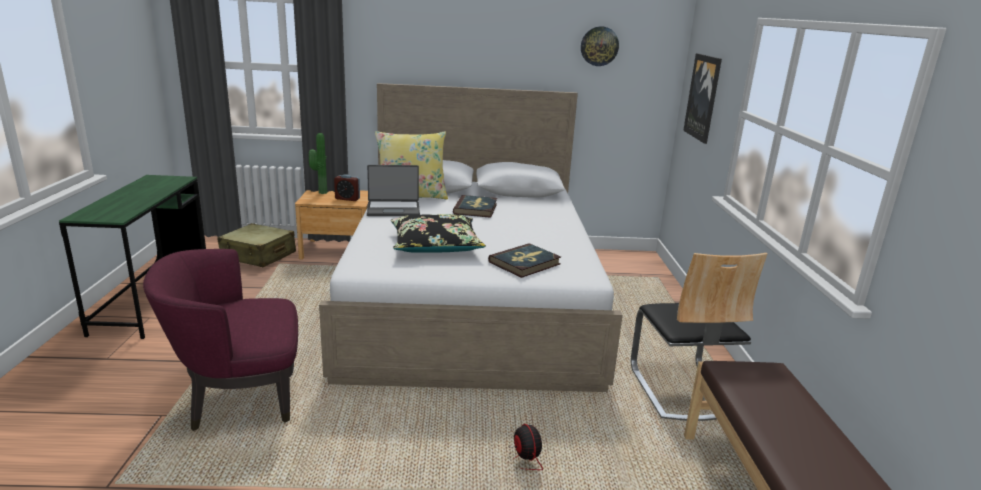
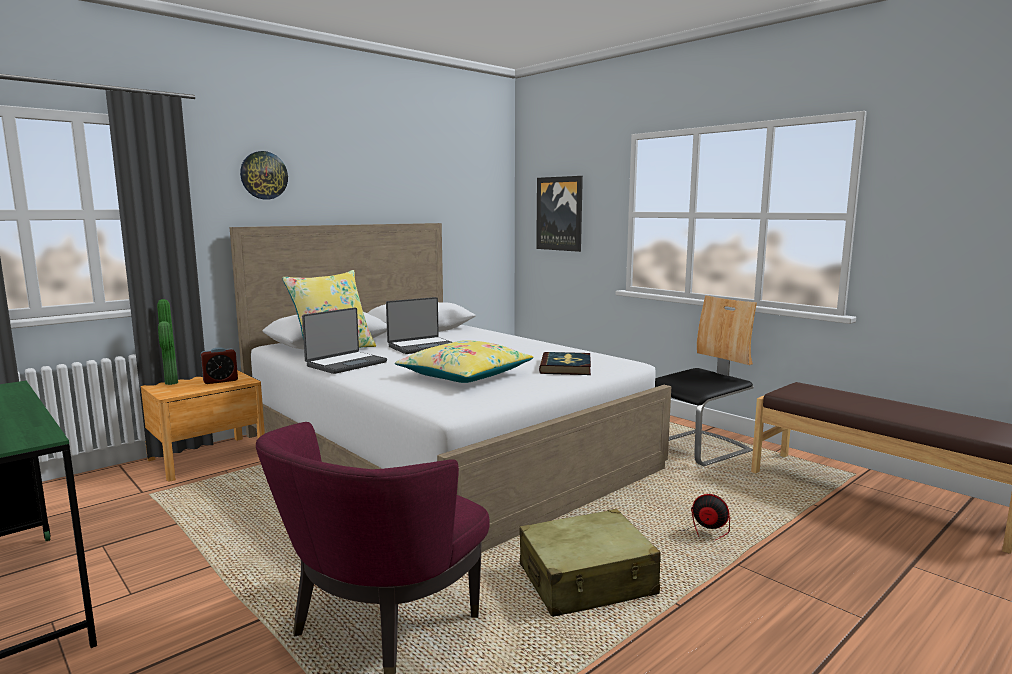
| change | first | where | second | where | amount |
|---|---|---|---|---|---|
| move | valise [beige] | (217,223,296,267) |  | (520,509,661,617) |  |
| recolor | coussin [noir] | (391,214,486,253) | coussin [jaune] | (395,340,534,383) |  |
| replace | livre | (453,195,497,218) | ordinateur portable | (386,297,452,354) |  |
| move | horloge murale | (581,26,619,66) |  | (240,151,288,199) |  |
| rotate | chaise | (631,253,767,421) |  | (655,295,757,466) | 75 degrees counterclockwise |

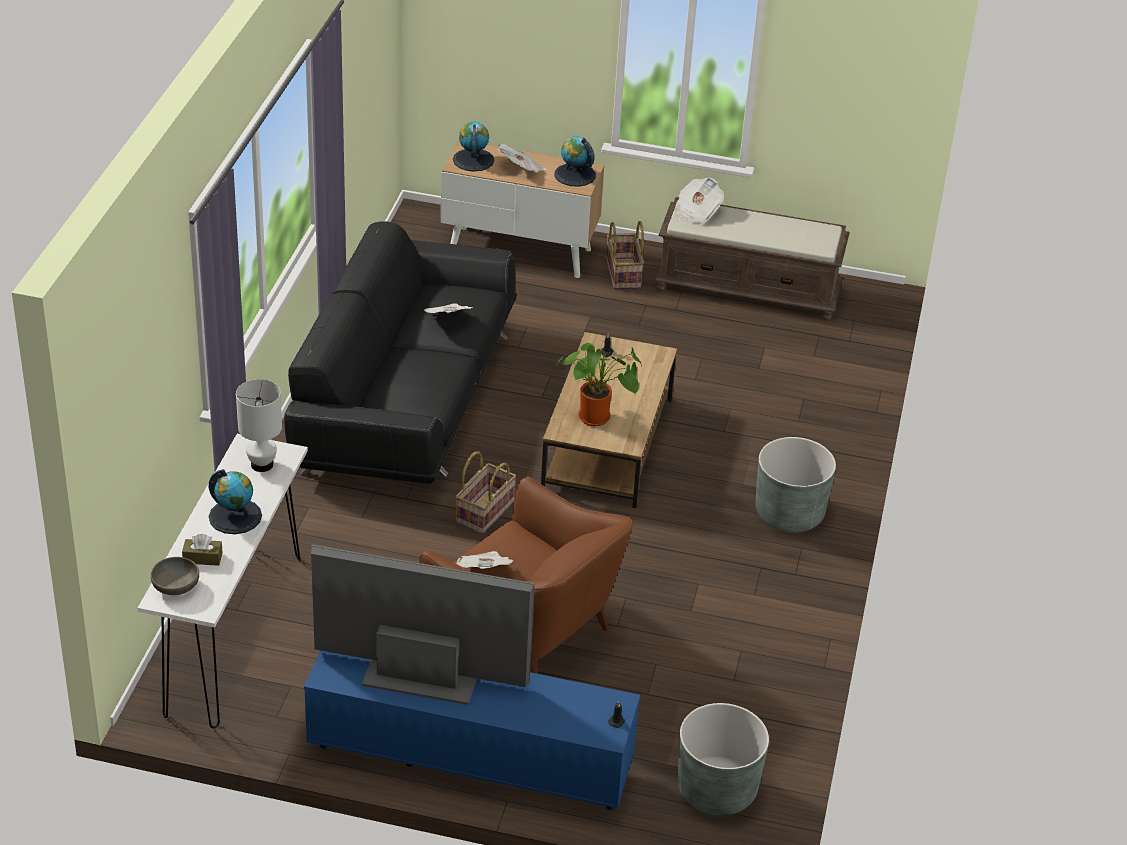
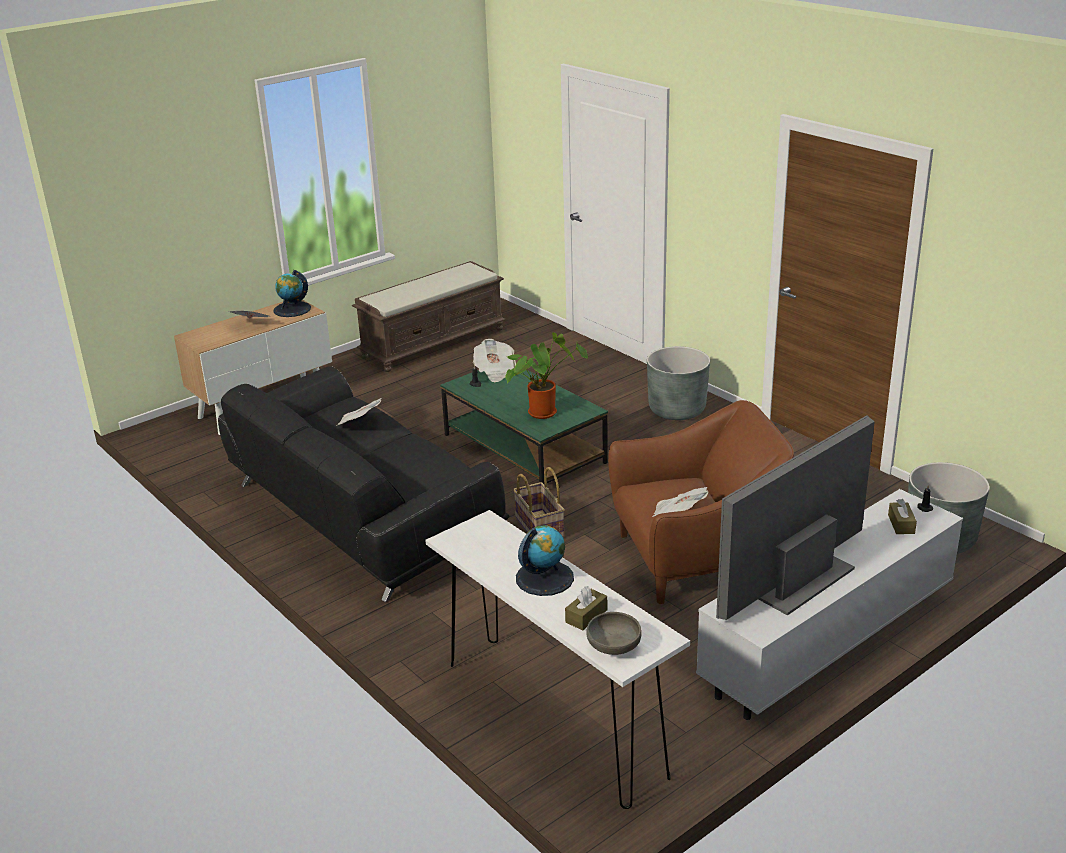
| change | first | where | second | where | amount |
|---|---|---|---|---|---|
| delete | lampe de table [blanc] | (236,379,282,472) |  |  |  |
| recolor | meuble télé [bleu] | (304,651,640,810) | meuble télé [blanc] | (696,489,963,720) |  |
| delete | globe | (453,122,494,172) |  |  |  |
| recolor | table basse [marron] | (541,332,677,508) | table basse [vert] | (440,370,608,485) |  |
| delete | panier | (606,221,644,289) |  |  |  |
| move | journal | (675,178,724,224) |  | (473,339,516,382) |  |
| insert |  |  | boîte à mouchoirs [marron] | (888,499,917,534) |  |

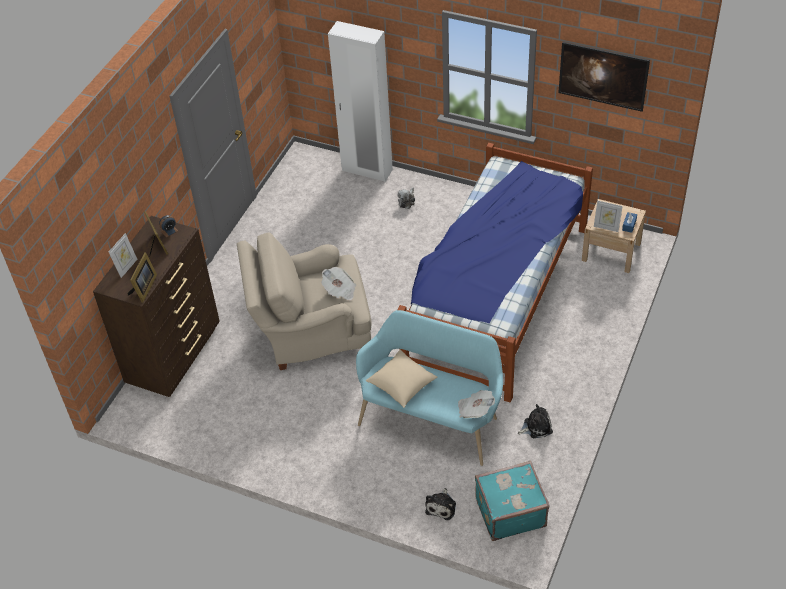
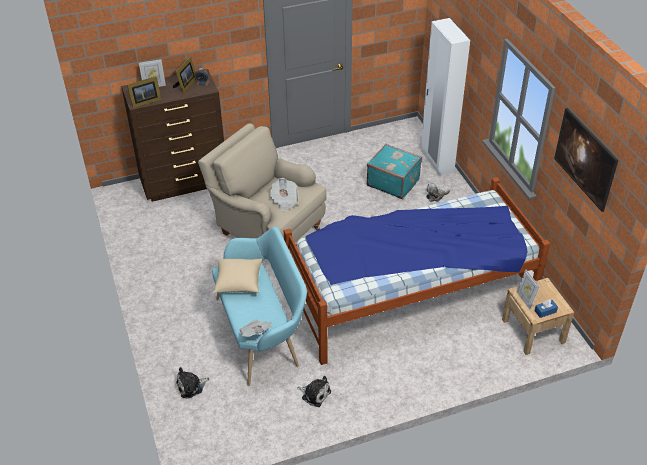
| change | first | where | second | where | amount |
|---|---|---|---|---|---|
| move | valise [turquoise] | (475,461,550,541) |  | (367,144,422,199) |  |

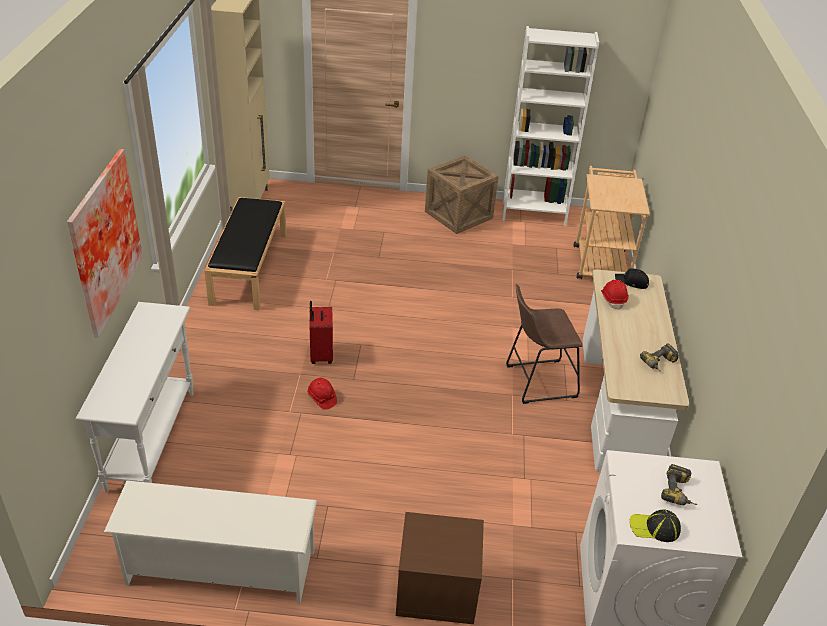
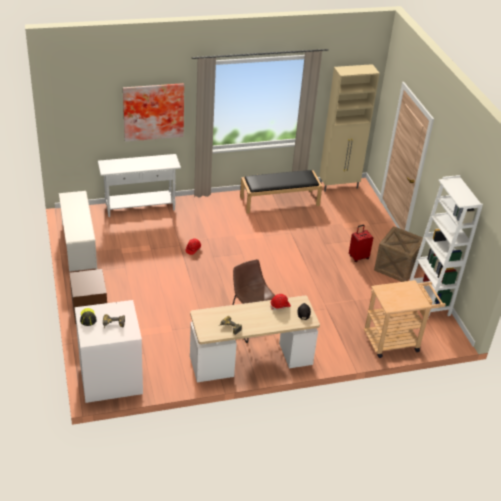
| change | first | where | second | where | amount |
|---|---|---|---|---|---|
| move | valise [rouge] | (309,301,333,364) |  | (349,225,373,262) |  |

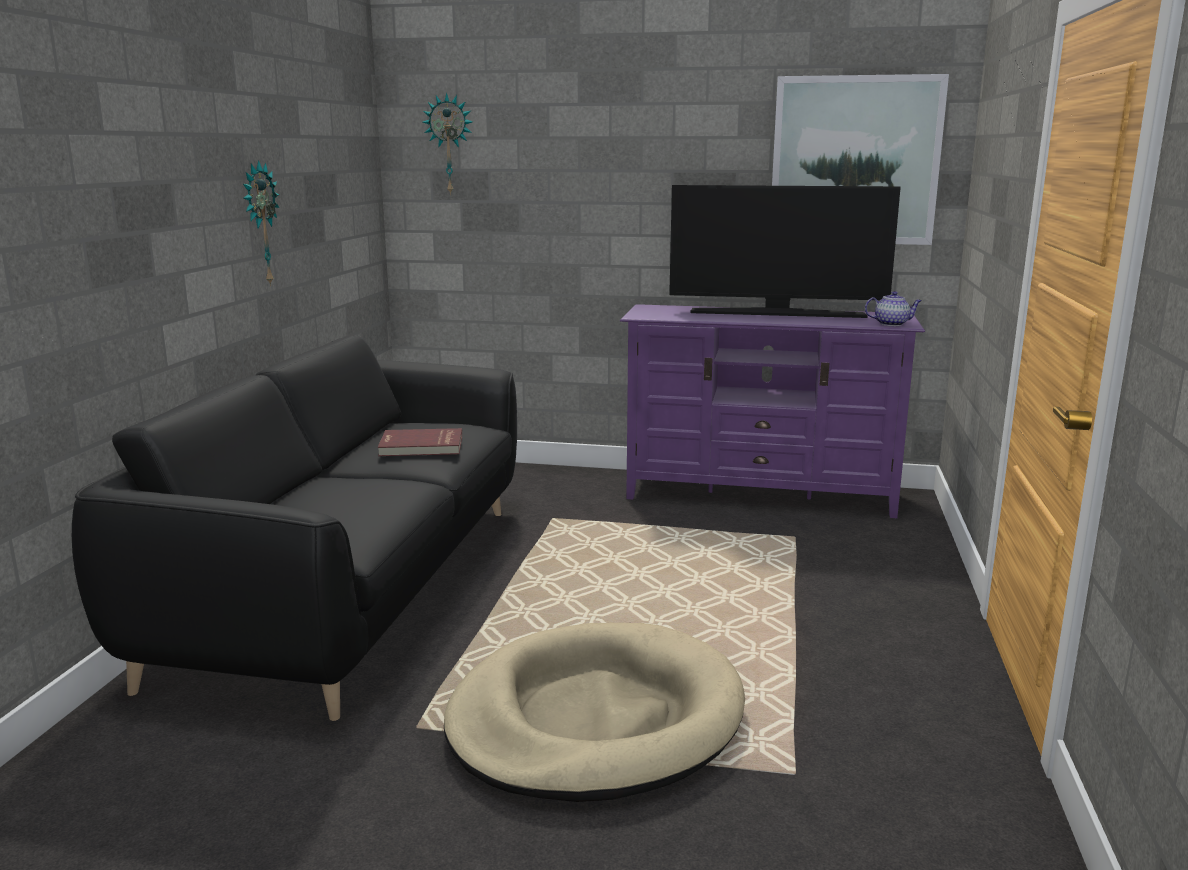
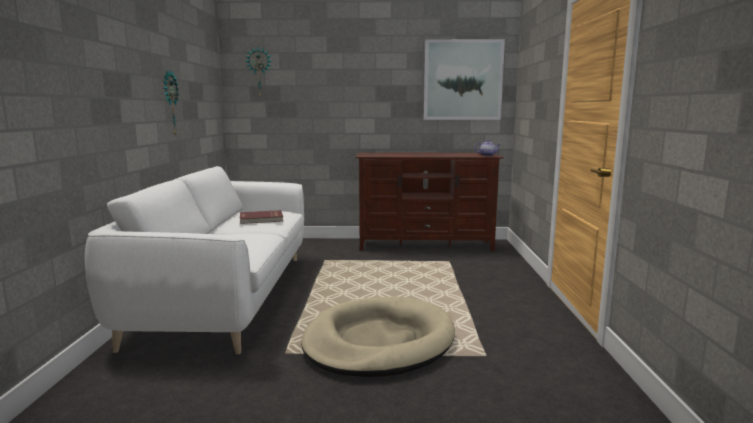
| change | first | where | second | where | amount |
|---|---|---|---|---|---|
| recolor | canapé [noir] | (72,335,517,721) | canapé [blanc] | (85,166,304,354) |  |
| recolor | meuble télé [violet] | (620,304,925,518) | meuble télé [marron] | (355,152,504,251) |  |
| delete | téléviseur | (669,185,901,318) |  |  |  |

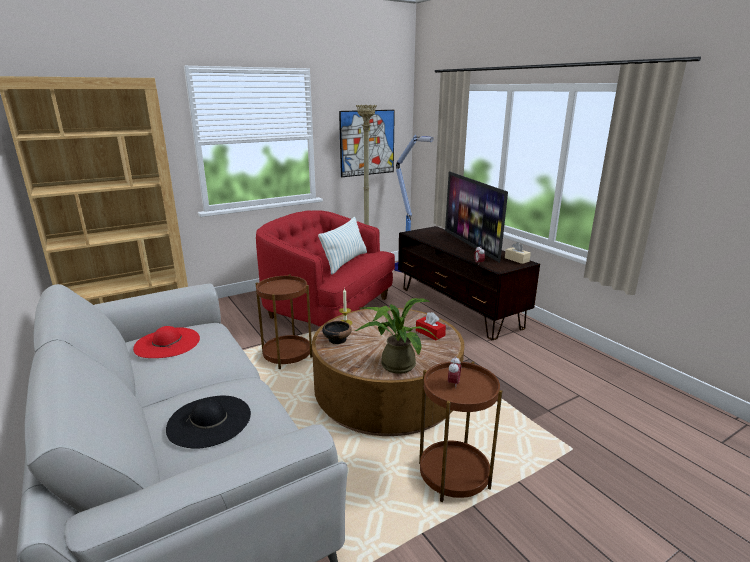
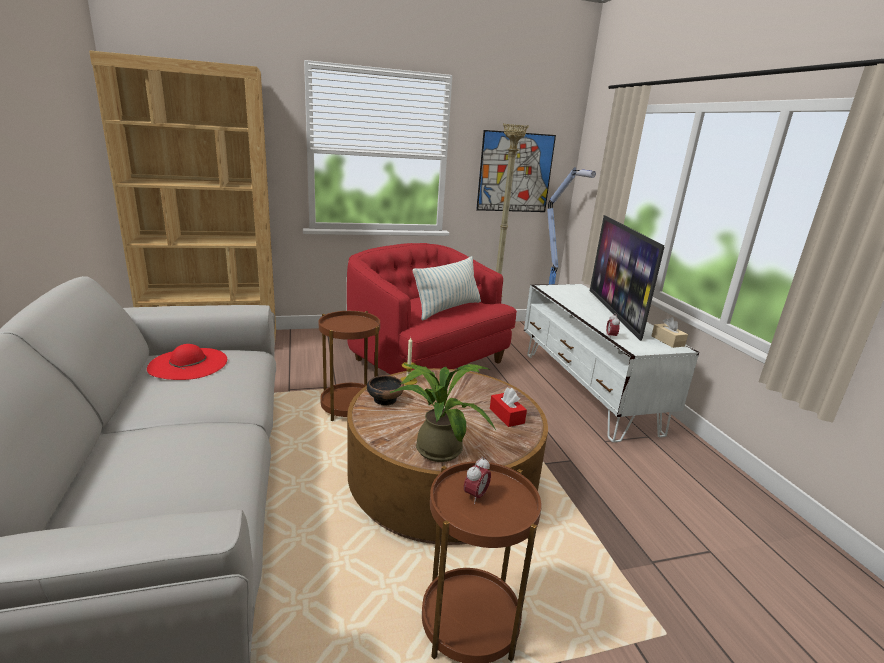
| change | first | where | second | where | amount |
|---|---|---|---|---|---|
| delete | chapeau [noir] | (166,396,251,449) |  |  |  |
| recolor | meuble télé [marron] | (398,226,540,340) | meuble télé [blanc] | (524,284,699,442) |  |

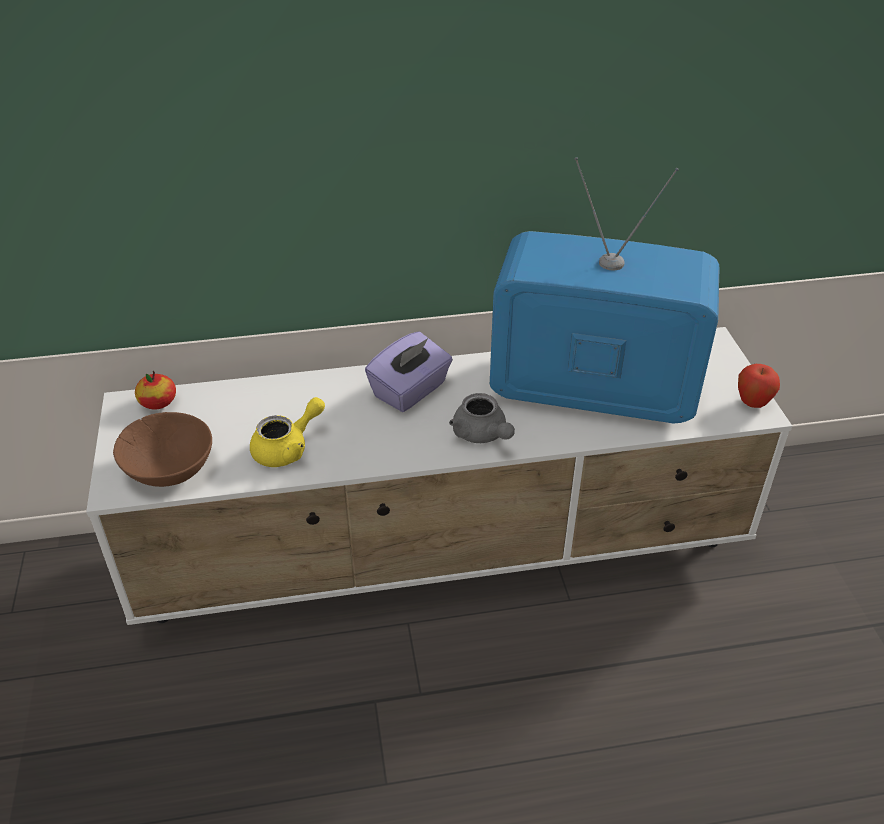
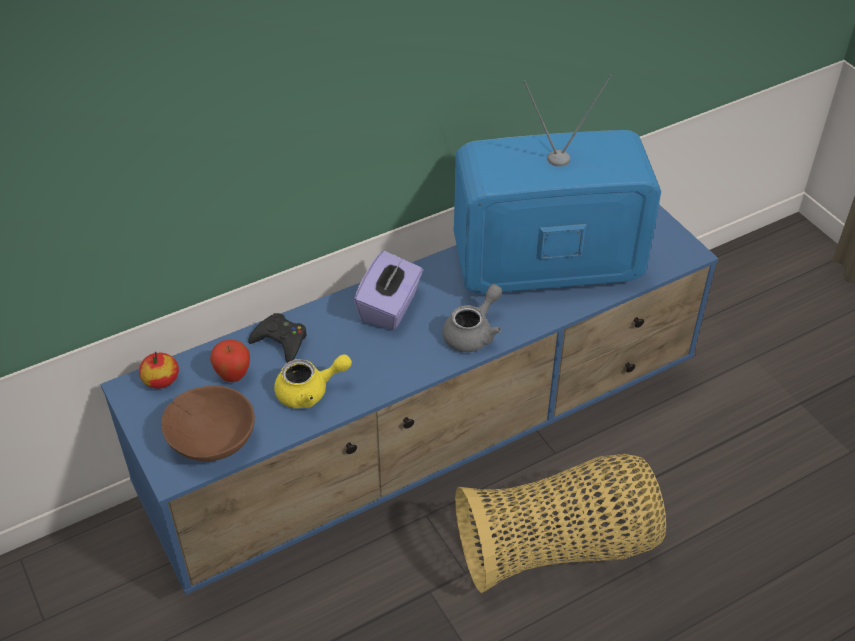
| change | first | where | second | where | amount |
|---|---|---|---|---|---|
| recolor | meuble télé [blanc] | (86,327,792,625) | meuble télé [bleu] | (101,204,719,595) |  |
| rotate | théière [jaune] | (250,397,325,467) |  | (274,354,352,408) | 45 degrees clockwise |
| rotate | théière [gris] | (449,393,515,443) |  | (442,284,502,352) | 90 degrees counterclockwise |
| move | pomme | (738,364,780,408) |  | (210,340,250,382) |  |
| insert |  |  | manette [noir] | (248,313,307,363) |  |
| insert |  |  | panier | (455,454,666,593) |  |

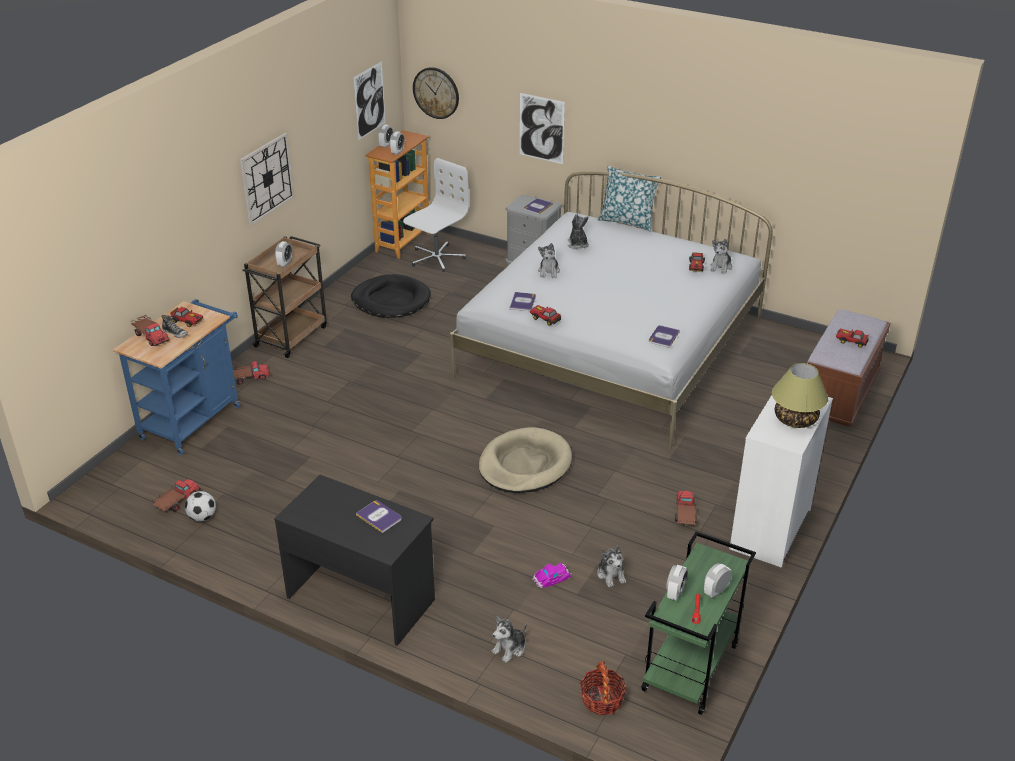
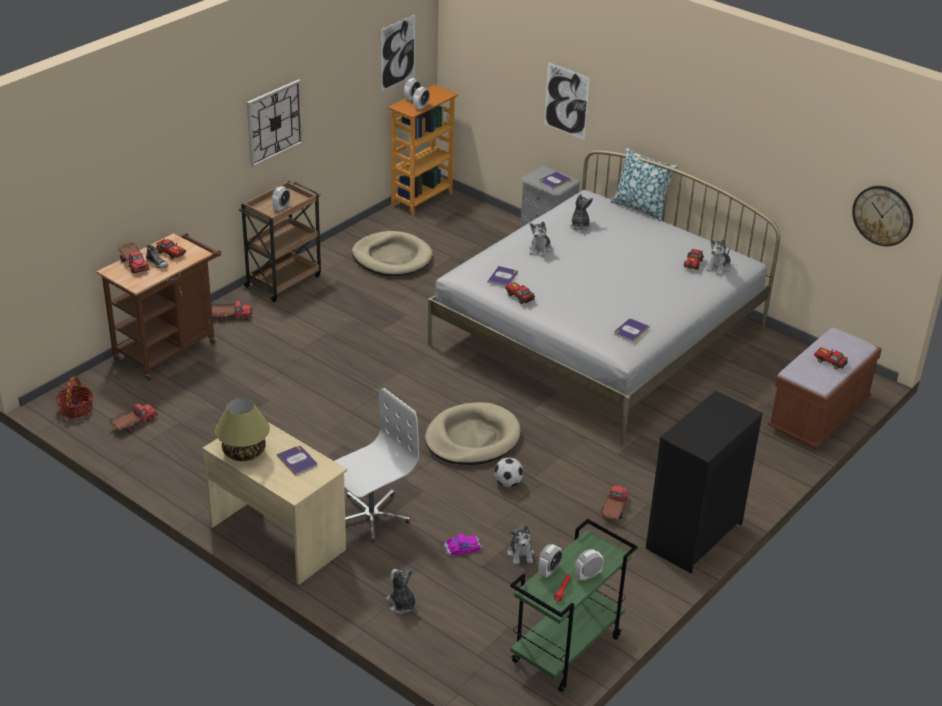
| change | first | where | second | where | amount |
|---|---|---|---|---|---|
| recolor | chariot [bleu] | (113,299,240,455) | chariot [marron] | (97,233,221,381) |  |
| move | ballon de foot | (185,491,216,521) |  | (494,458,523,487) |  |
| recolor | bureau [noir] | (274,475,435,646) | bureau [beige] | (202,422,347,585) |  |
| recolor | panier pour chien [noir] | (351,274,431,318) | panier pour chien [beige] | (352,231,433,276) |  |
| move | chaise de bureau [blanc] | (403,158,469,272) |  | (335,388,419,542) |  |
| move | horloge murale | (413,67,459,119) |  | (852,186,913,246) |  |
| rotate | peluche | (492,616,527,663) |  | (386,569,416,614) | 90 degrees clockwise |
| move | panier | (580,661,626,715) |  | (56,376,94,418) |  |
| recolor | commode [blanc] | (729,395,833,568) | commode [noir] | (646,391,763,573) |  |
| move | lampe de table | (772,363,828,428) |  | (215,398,270,461) |  |

